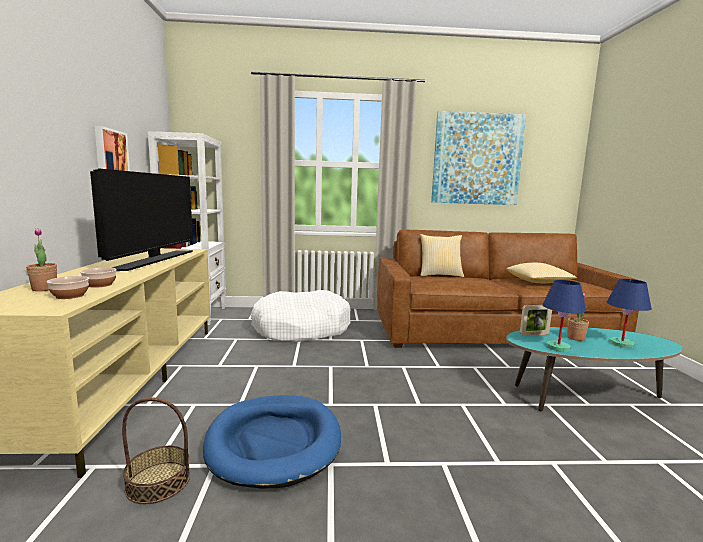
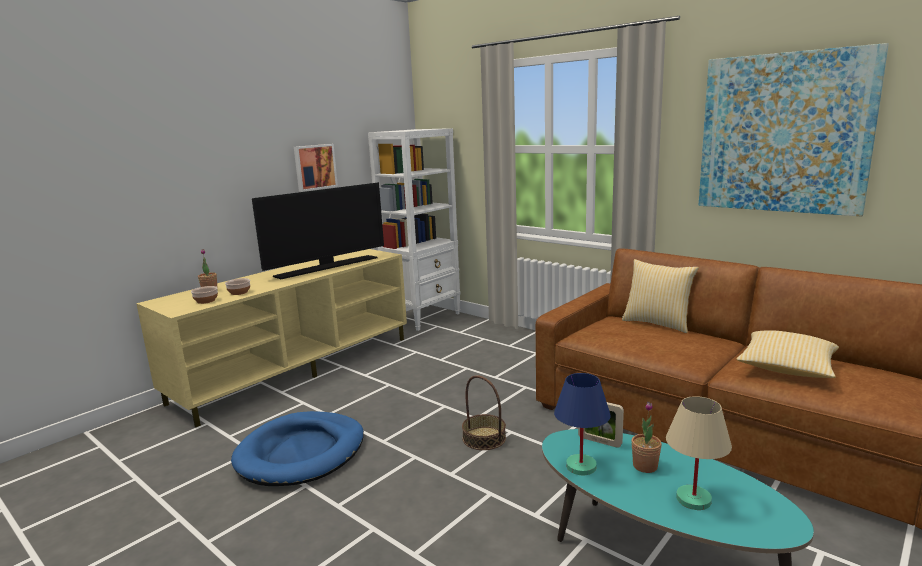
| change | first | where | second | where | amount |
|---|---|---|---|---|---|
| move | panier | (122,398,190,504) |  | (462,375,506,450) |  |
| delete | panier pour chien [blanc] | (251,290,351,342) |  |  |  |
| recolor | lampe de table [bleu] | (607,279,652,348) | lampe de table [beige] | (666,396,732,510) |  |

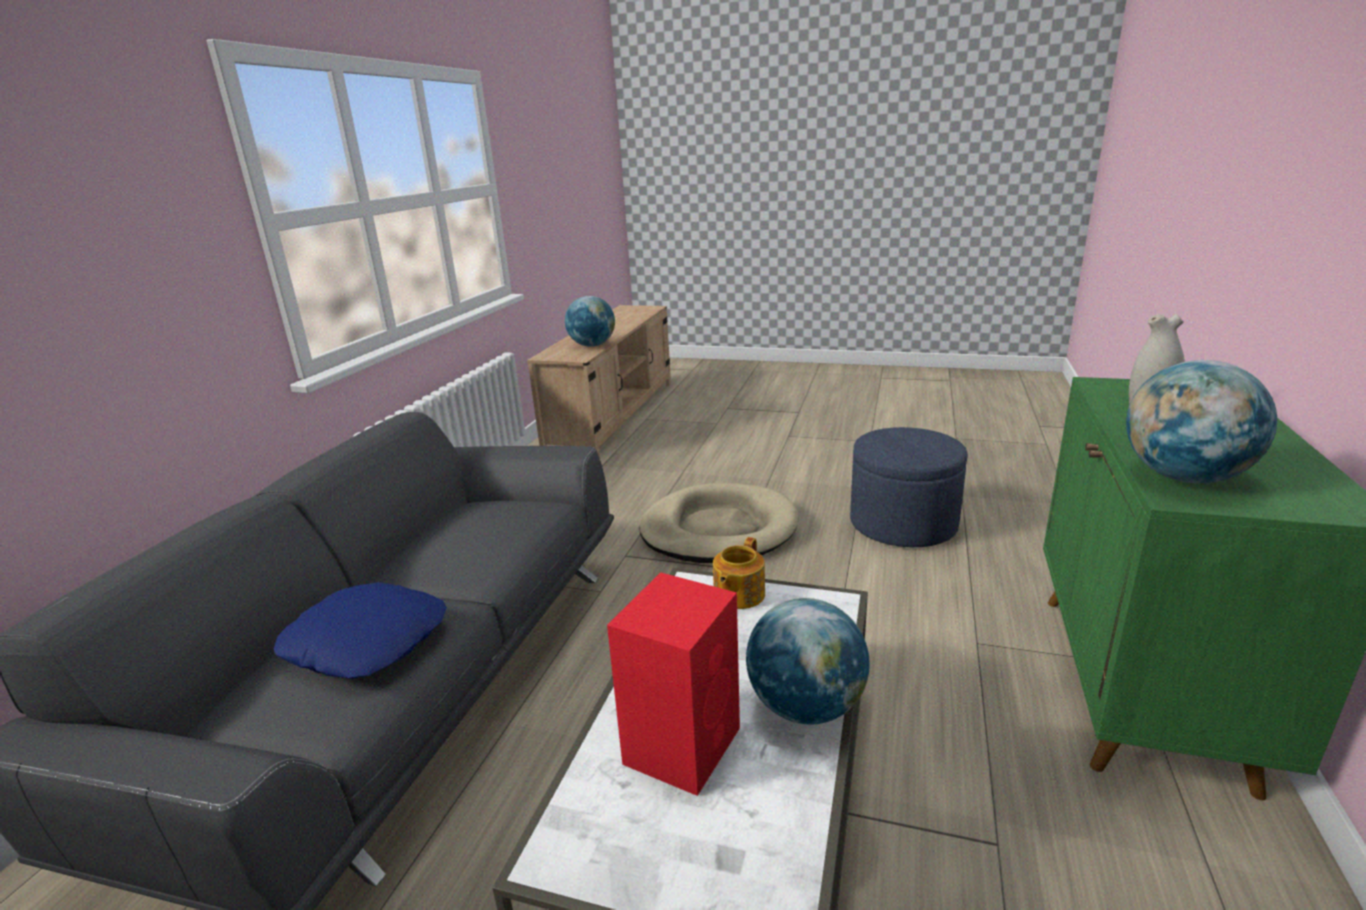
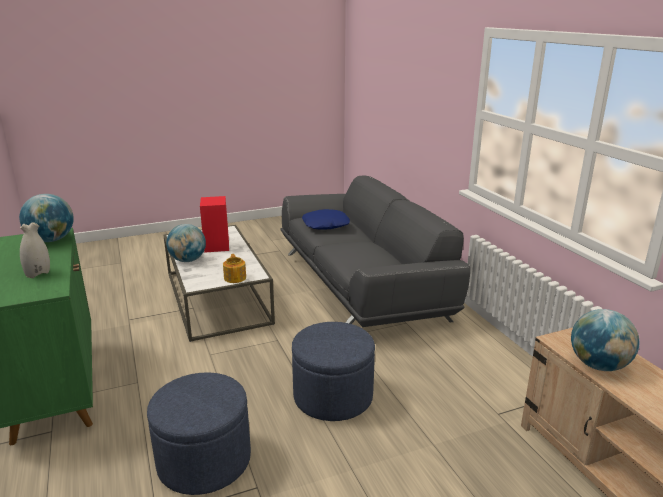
| change | first | where | second | where | amount |
|---|---|---|---|---|---|
| replace | panier pour chien [beige] | (640,483,798,563) | pouf [bleu] | (292,322,375,421) |  |

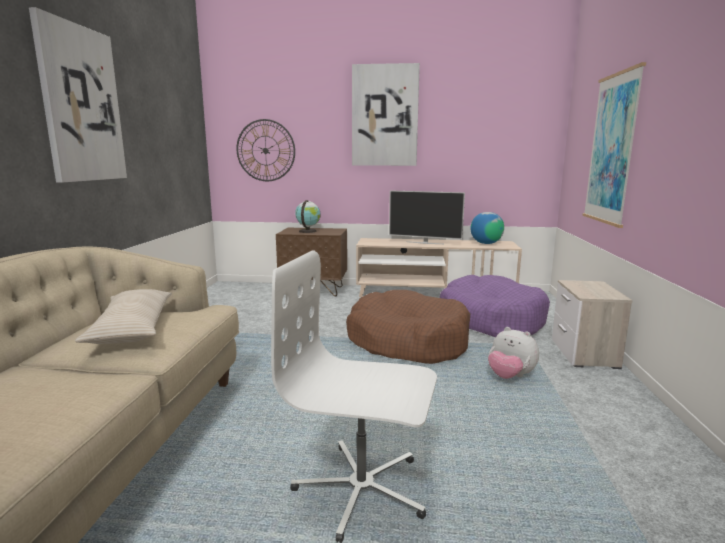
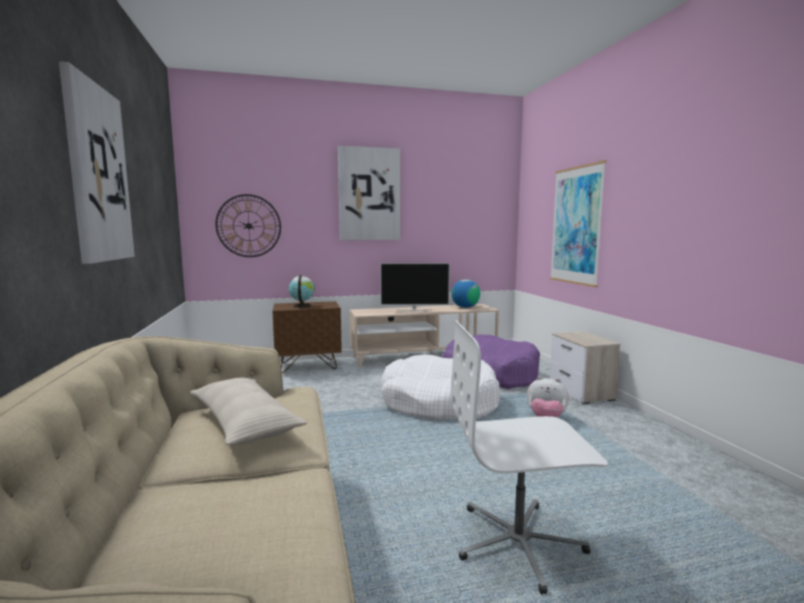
| change | first | where | second | where | amount |
|---|---|---|---|---|---|
| recolor | panier pour chien [marron] | (346,290,470,364) | panier pour chien [blanc] | (381,354,500,420) |  |

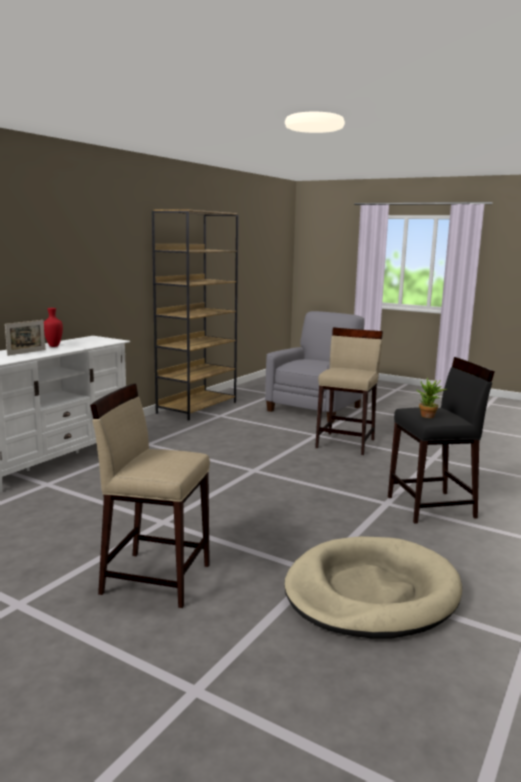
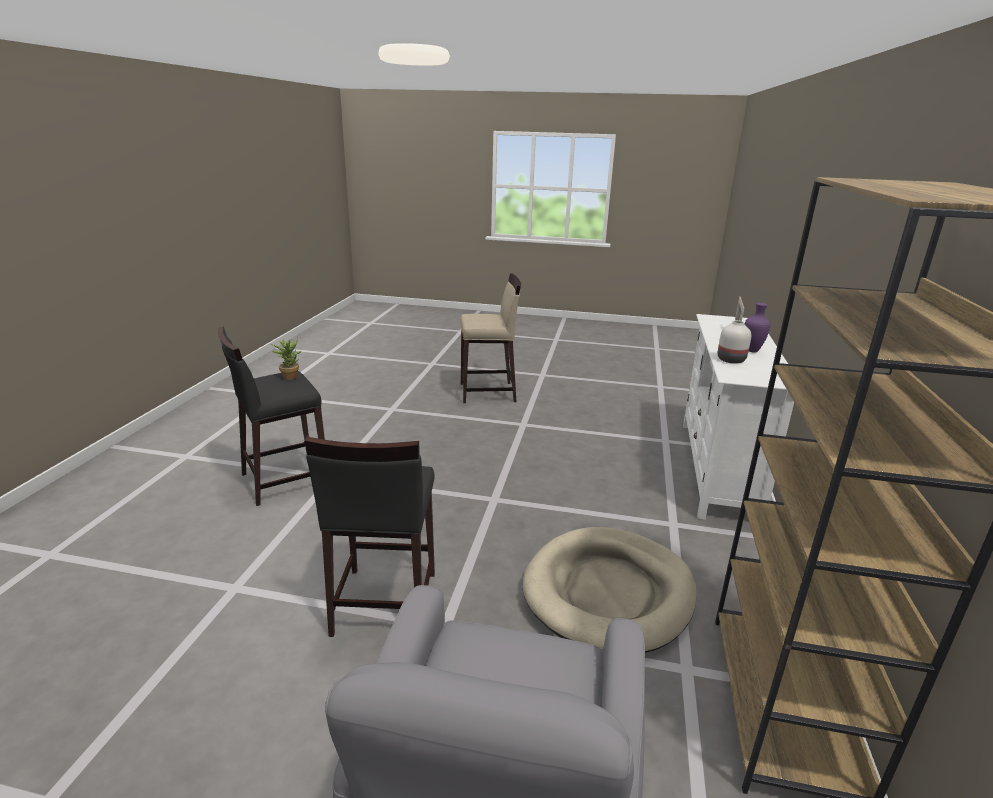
| change | first | where | second | where | amount |
|---|---|---|---|---|---|
| recolor | vase [rouge] | (44,308,63,347) | vase [violet] | (745,303,771,353) |  |
| move | panier pour chien [beige] | (284,536,462,639) |  | (523,527,697,653) |  |
| recolor | tabouret [beige] | (315,327,383,455) | tabouret [noir] | (304,436,435,637) |  |
| insert |  |  | vase [blanc] | (718,320,751,364) |  |

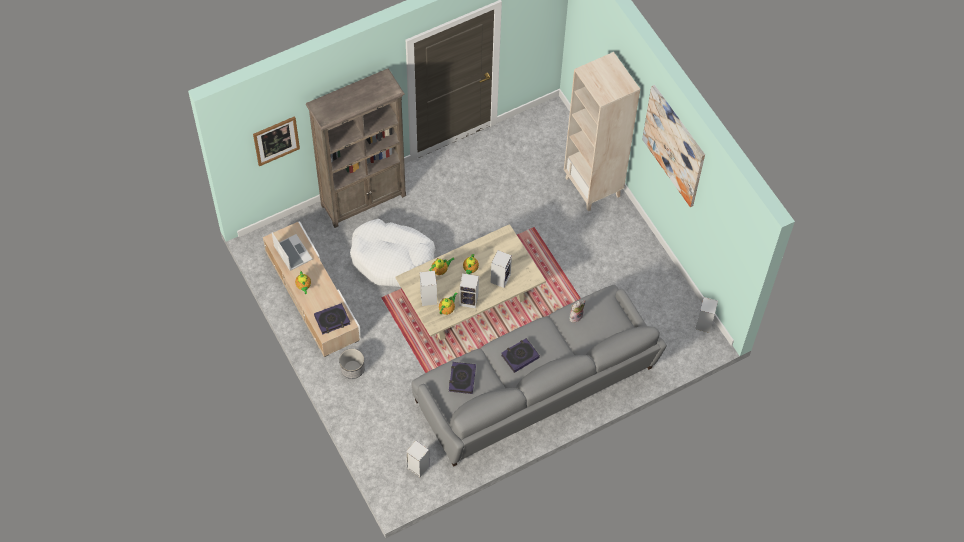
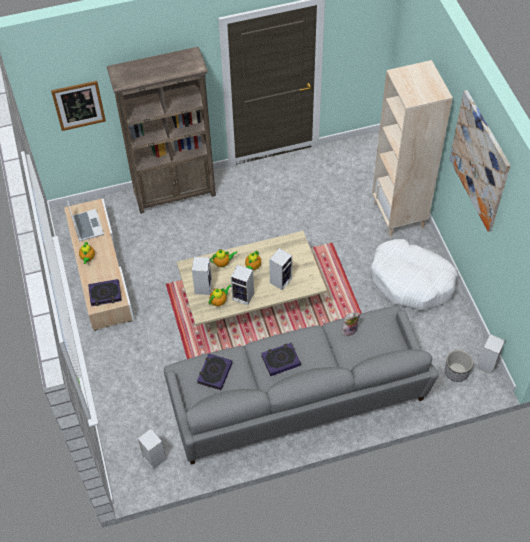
| change | first | where | second | where | amount |
|---|---|---|---|---|---|
| move | cache-pot | (339,349,365,379) |  | (445,350,473,382) |  |
| move | panier pour chien [blanc] | (350,219,435,287) |  | (371,239,458,311) |  |

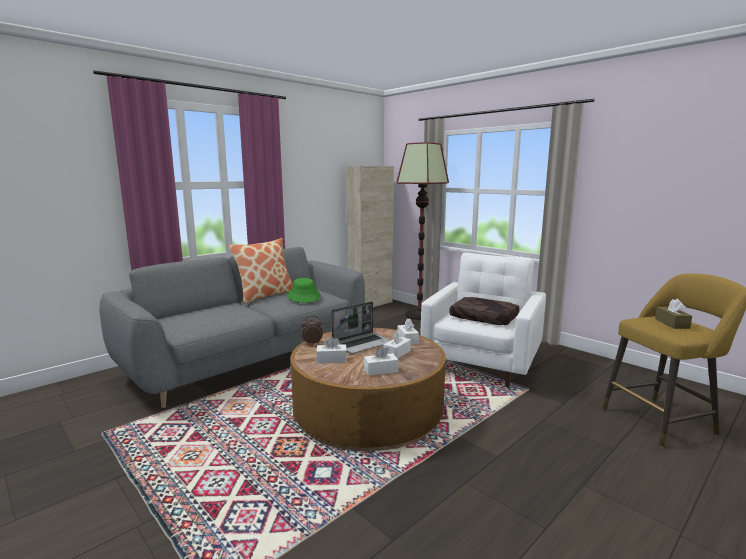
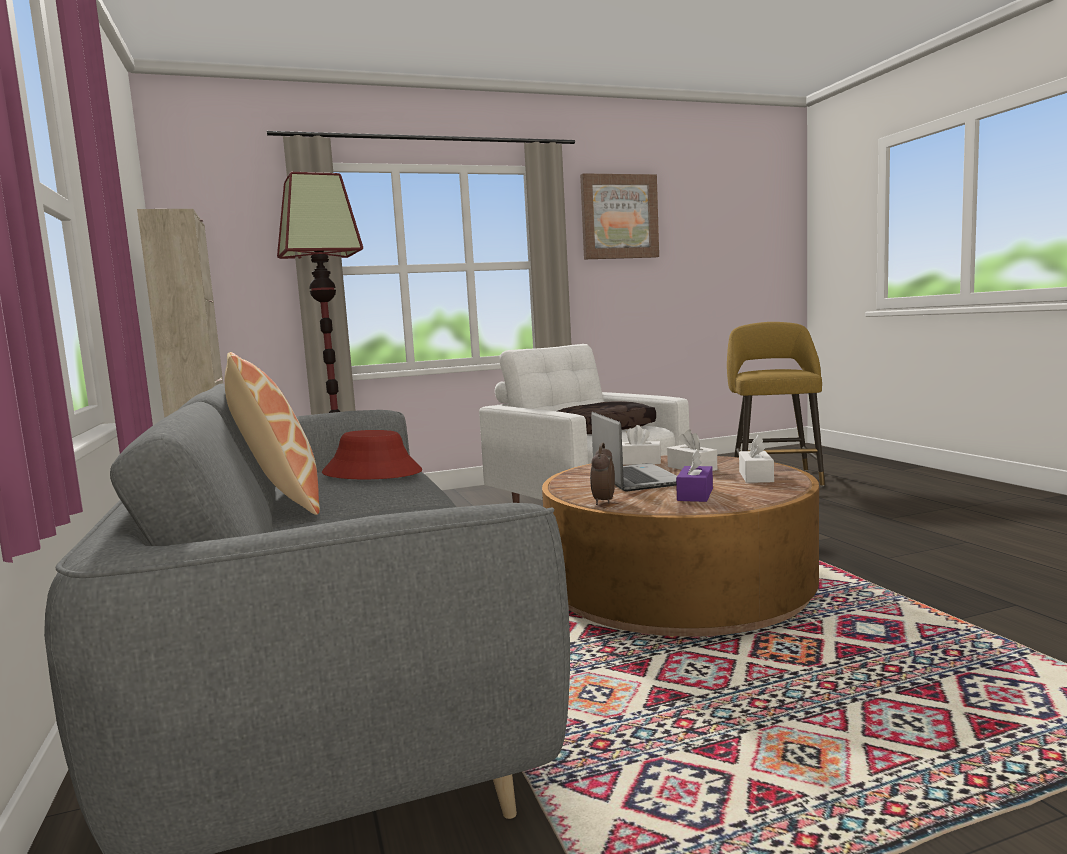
| change | first | where | second | where | amount |
|---|---|---|---|---|---|
| recolor | chapeau [vert] | (287,278,321,303) | chapeau [rouge] | (322,430,422,479) |  |
| recolor | boîte à mouchoirs [blanc] | (316,336,347,363) | boîte à mouchoirs [violet] | (676,449,713,502) |  |
| delete | boîte à mouchoirs [marron] | (655,299,692,329) |  |  |  |
| insert |  |  | tableau | (580,173,659,259) |  |

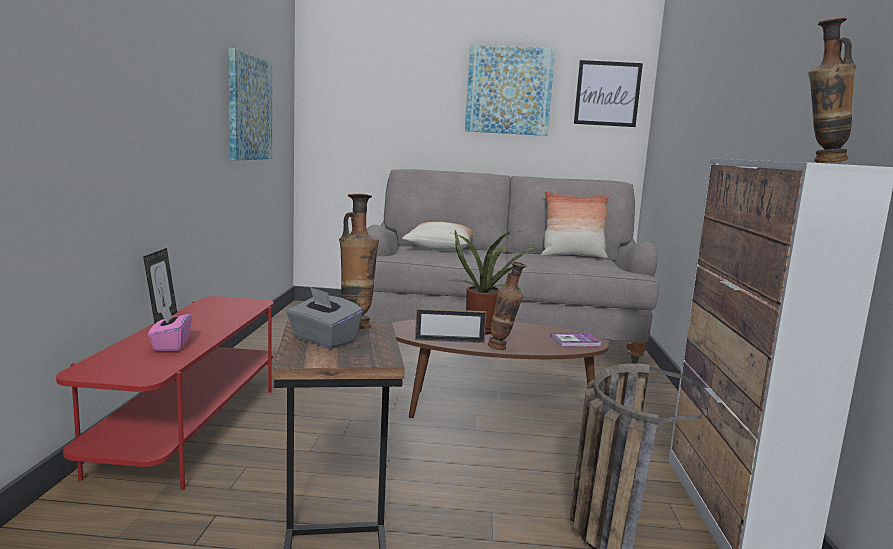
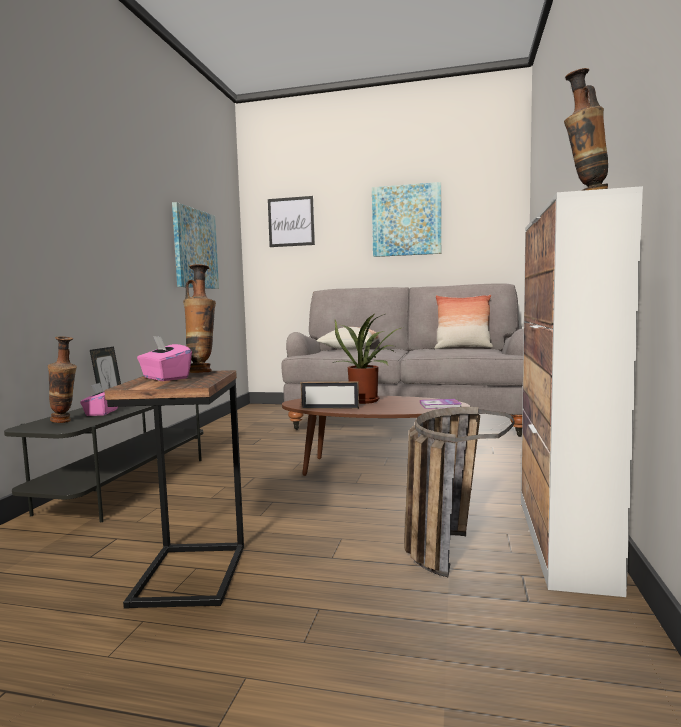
| change | first | where | second | where | amount |
|---|---|---|---|---|---|
| recolor | meuble télé [rouge] | (56,296,274,490) | meuble télé [gris] | (4,405,203,522) |  |
| recolor | boîte à mouchoirs [gris] | (286,287,363,349) | boîte à mouchoirs [rose] | (137,336,192,381) |  |
| move | vase | (488,262,527,350) |  | (48,336,77,423) |  |
| move | tableau | (574,60,643,127) |  | (268,196,315,247) |  |

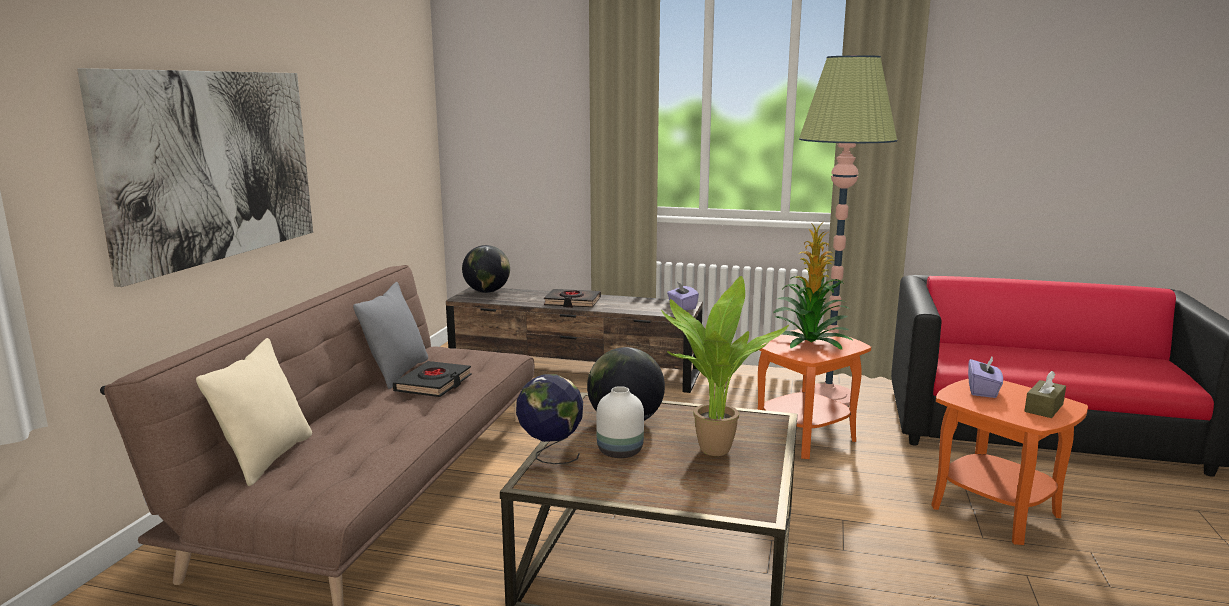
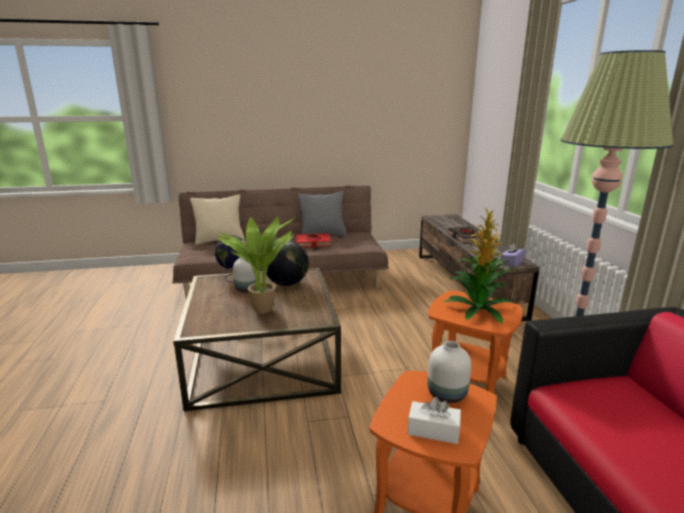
| change | first | where | second | where | amount |
|---|---|---|---|---|---|
| delete | tableau | (77,68,313,287) |  |  |  |
| recolor | livre [noir] | (393,361,472,397) | livre [rouge] | (296,233,331,247) |  |
| delete | globe | (462,245,510,293) |  |  |  |
| replace | boîte à mouchoirs [violet] | (968,355,1003,398) | vase [blanc] | (428,341,471,403) |  |
| recolor | boîte à mouchoirs [marron] | (1025,371,1066,418) | boîte à mouchoirs [blanc] | (408,397,461,444) |  |

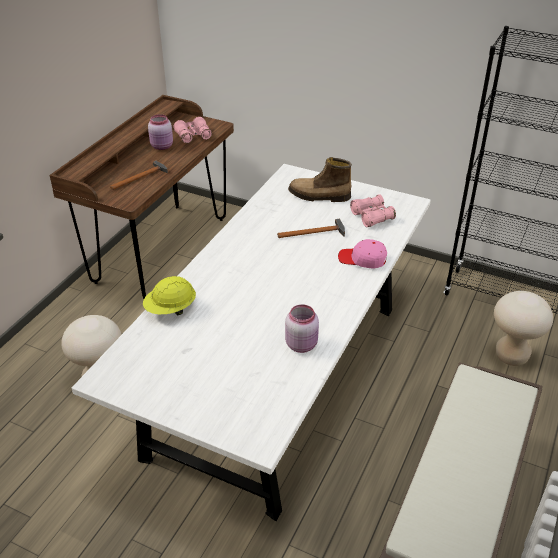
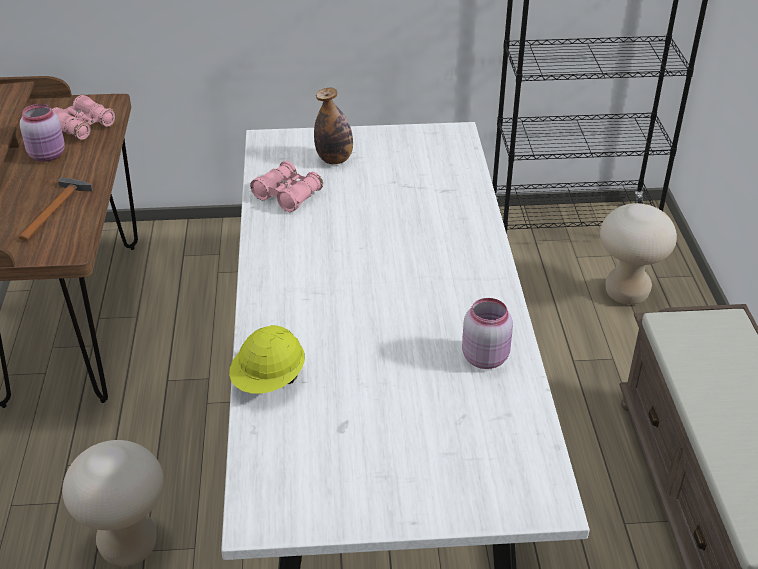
| change | first | where | second | where | amount |
|---|---|---|---|---|---|
| delete | marteau | (277,219,345,238) |  |  |  |
| replace | botte | (288,157,352,202) | bouteille | (314,88,353,164) |  |
| delete | casquette [rose] | (338,239,387,268) |  |  |  |
| move | jumelles [rose] | (350,194,396,227) |  | (250,161,323,212) |  |

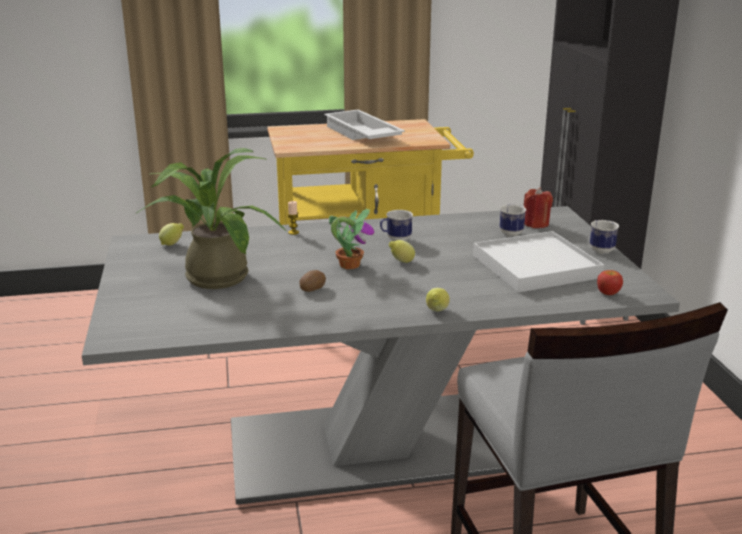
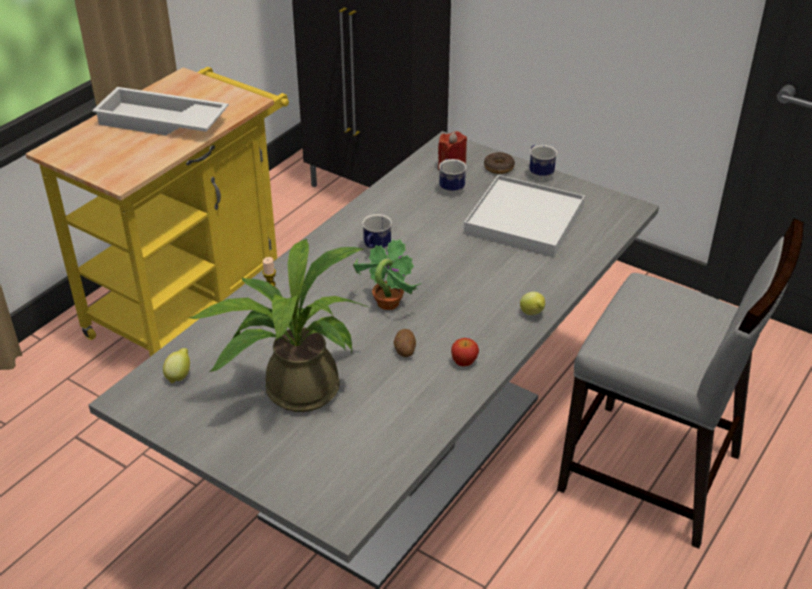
| change | first | where | second | where | amount |
|---|---|---|---|---|---|
| delete | citron | (389,240,415,263) |  |  |  |
| move | pomme | (597,270,623,295) |  | (451,338,479,366) |  |
| insert |  |  | beignet | (484,152,515,174) |  |

